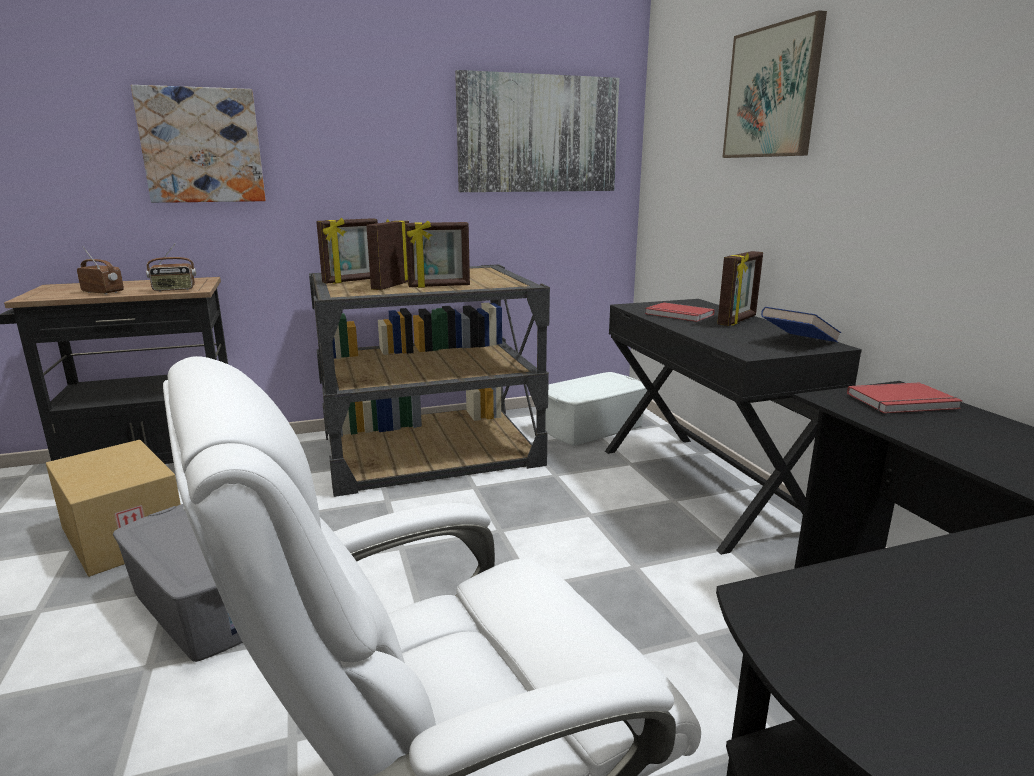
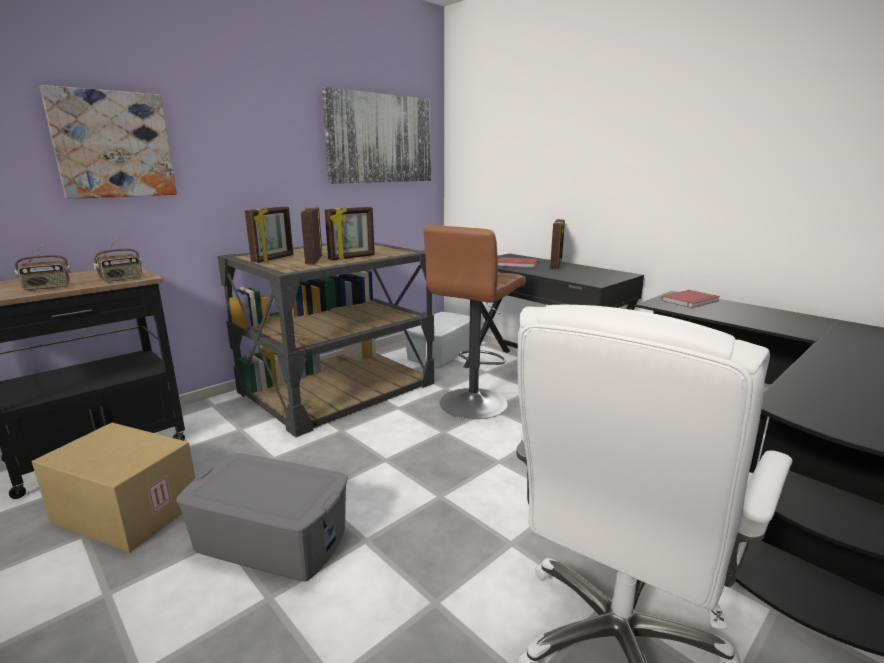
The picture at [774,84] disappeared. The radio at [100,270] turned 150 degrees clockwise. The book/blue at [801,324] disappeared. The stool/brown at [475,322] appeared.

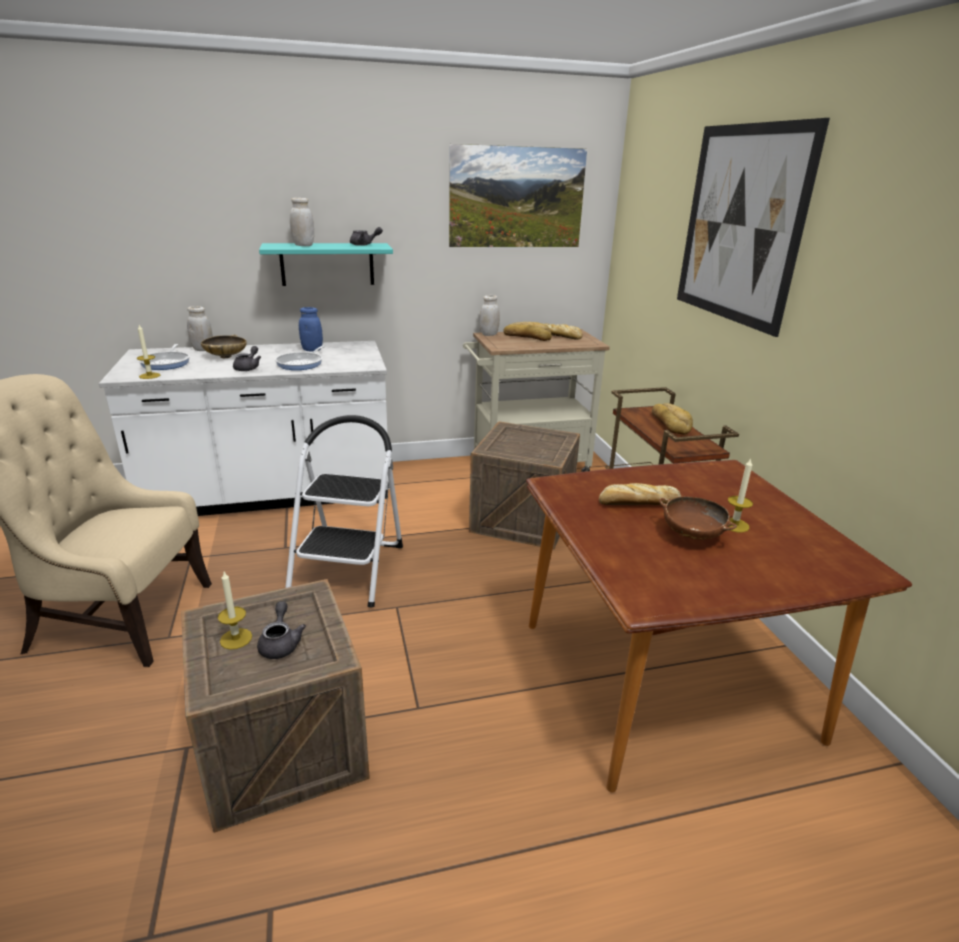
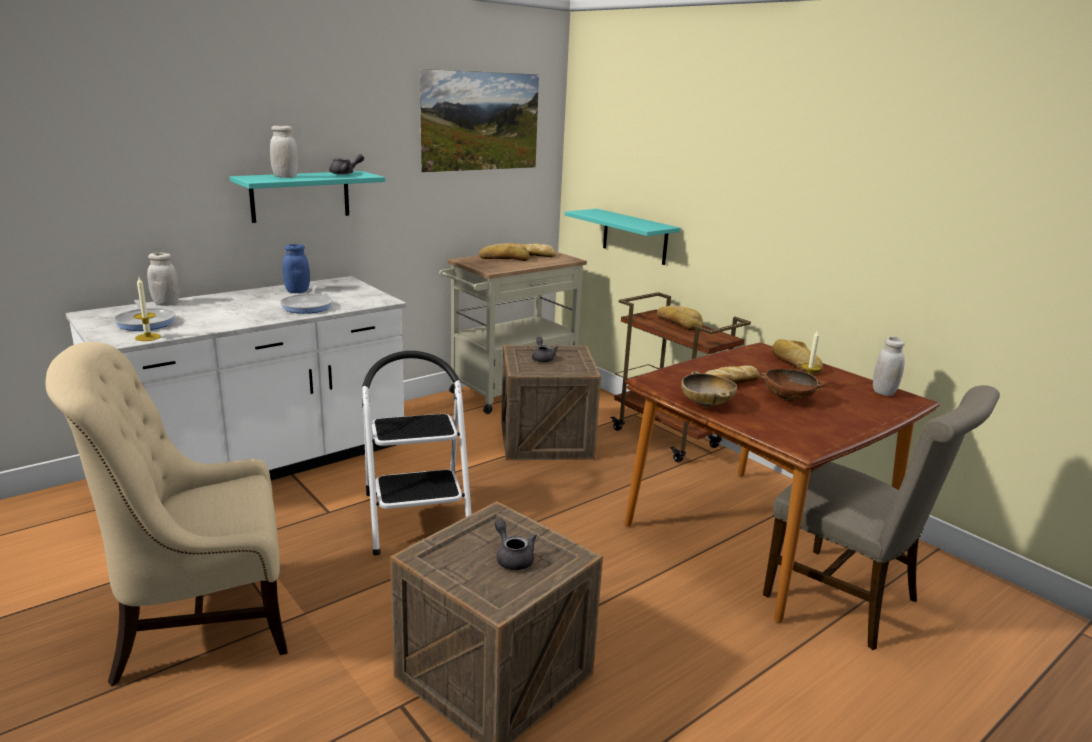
The picture at [753,227] disappeared. The jar/white moved from [490,315] to [889,366]. The bowl/beige moved from [224,346] to [709,389]. The teapot/grey moved from [247,358] to [545,349]. The candle at [235,611] disappeared. The shelf/turquoise at [622,237] appeared. The bread at [797,356] appeared. The chair/beige at [881,517] appeared.

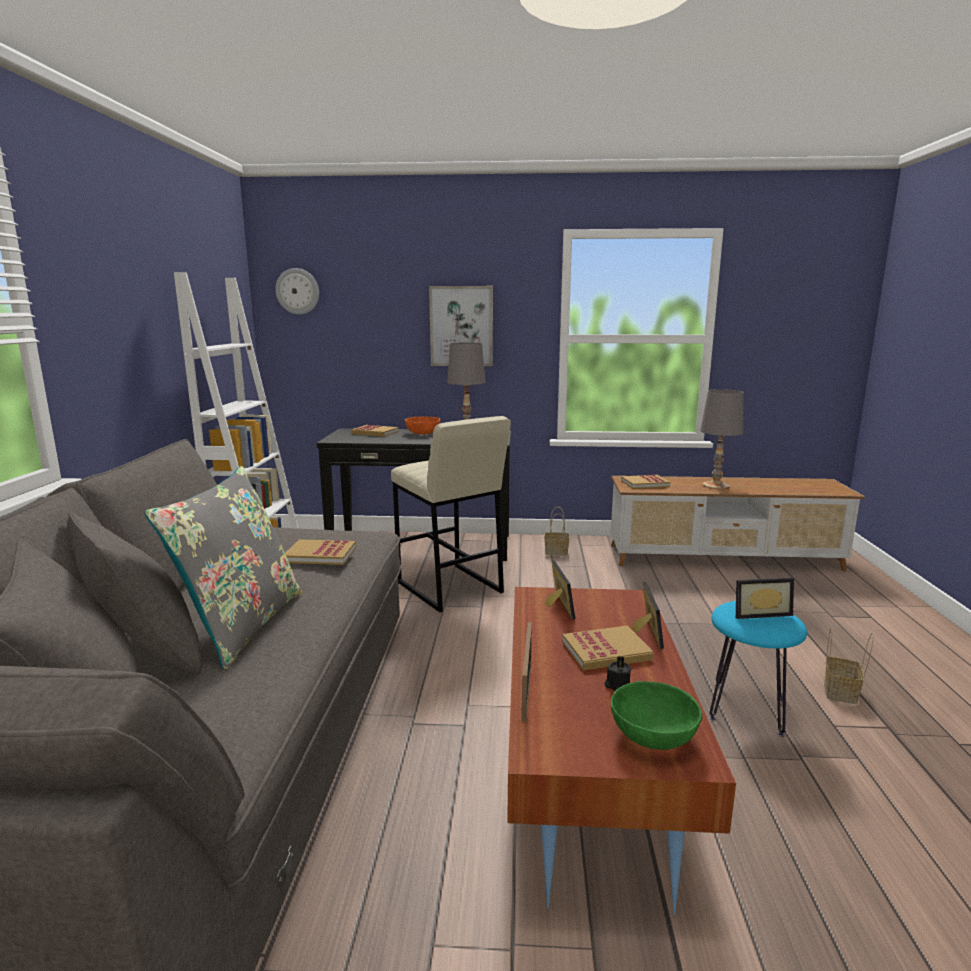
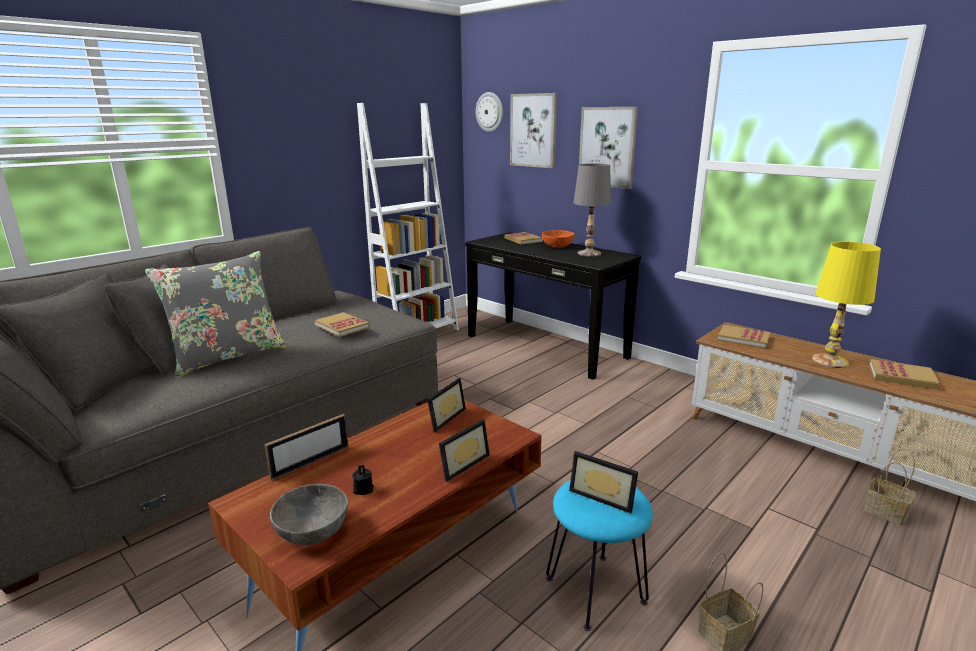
The table lamp/grey at [721,439] became the table lamp/yellow at [846,305]. The stool/beige at [451,514] disappeared. The basket moved from [557,531] to [890,486]. The book moved from [608,647] to [905,374]. The bowl/green at [656,715] became the bowl/grey at [309,514]. The picture at [533,130] appeared.

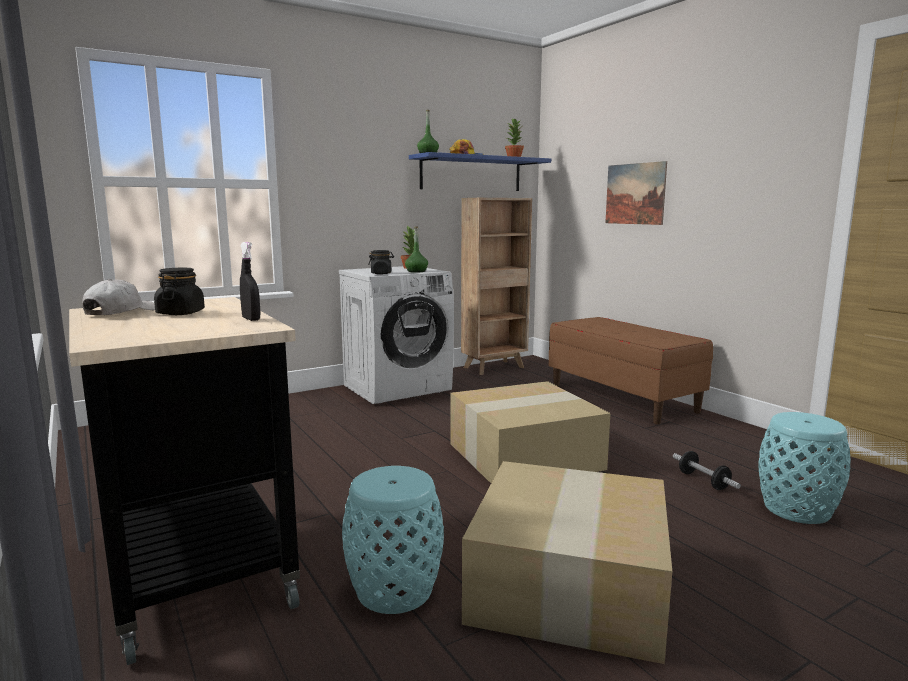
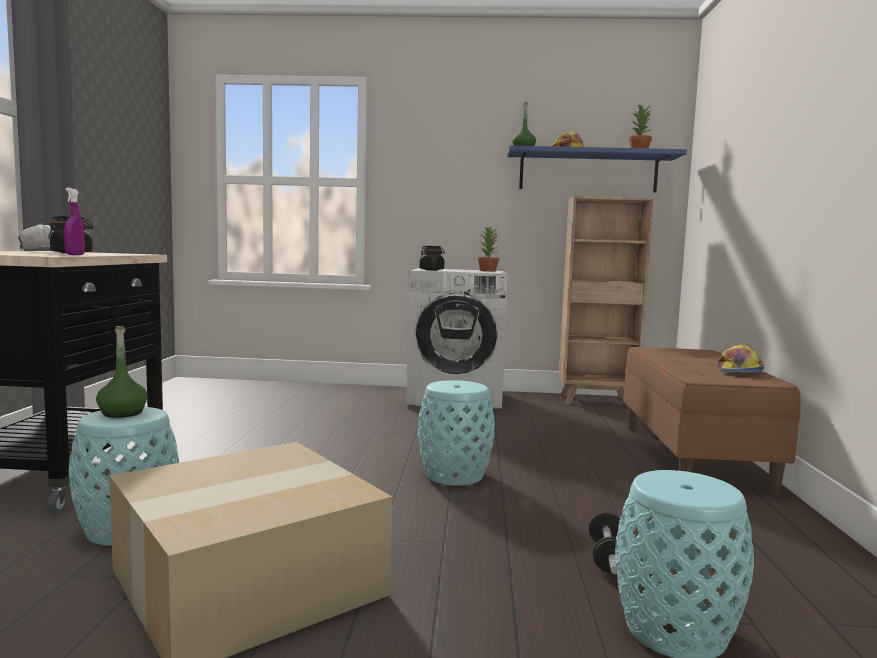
The picture at [636,193] disappeared. The bottle/green moved from [416,249] to [122,372]. The spray bottle/black at [250,281] became the spray bottle/purple at [74,221]. The cardboard box at [530,432] was replaced by the stool/turquoise at [456,433]. The cap at [741,359] appeared.

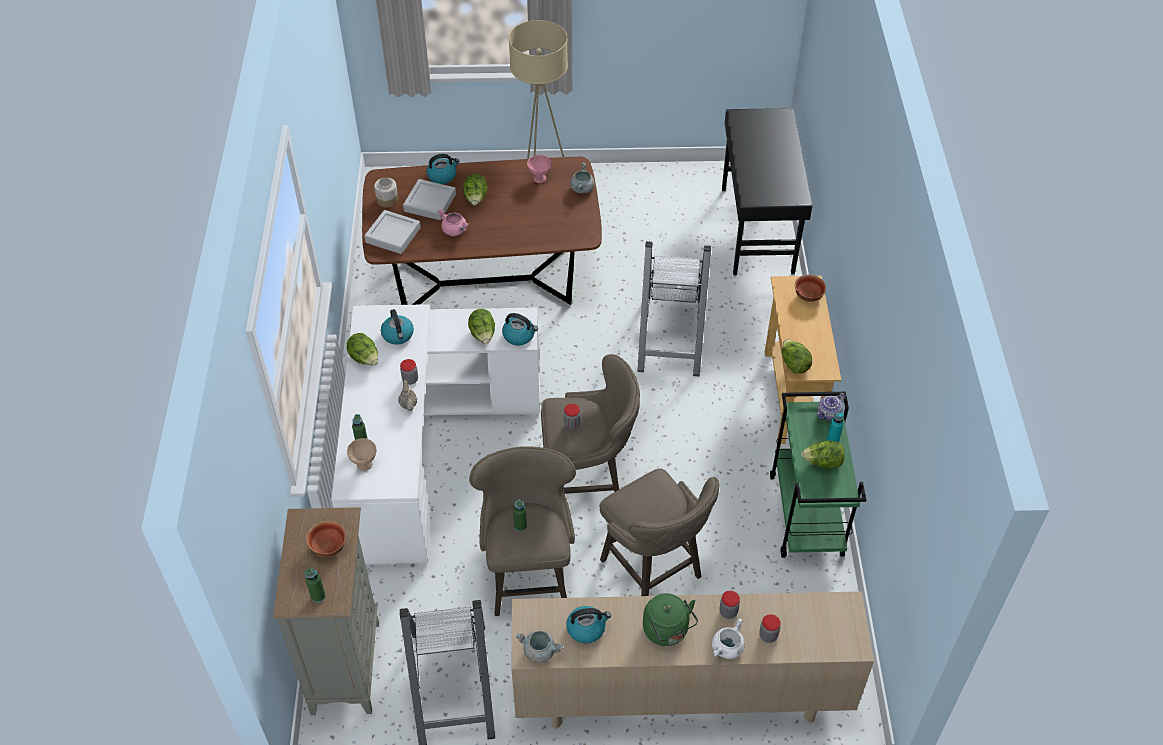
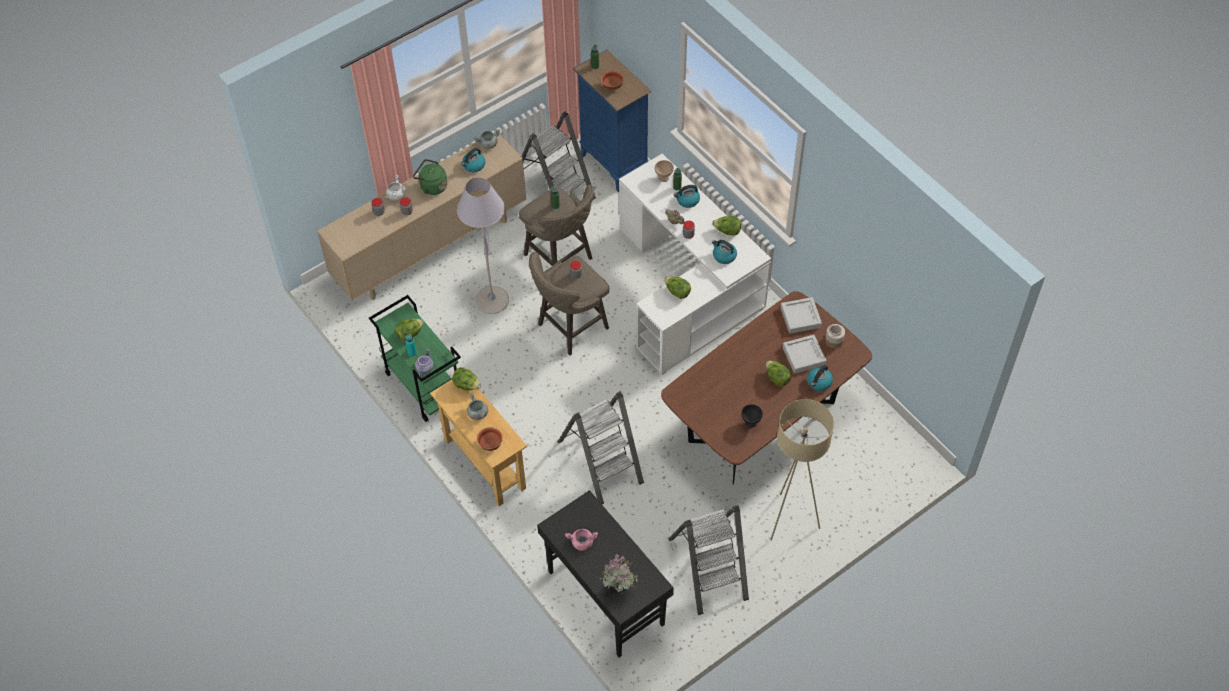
The bowl/pink at [539,169] became the bowl/black at [752,416]. The cooking pot/grey moved from [582,177] to [477,406]. The cooking pot/pink moved from [453,222] to [581,540]. The kettle moved from [520,329] to [687,196]. The stool/beige at [660,532] was replaced by the floor lamp/grey at [483,245]. The dresser/grey at [326,611] became the dresser/blue at [612,121]. The step ladder/grey at [708,560] appeared. The potted plant at [618,573] appeared.

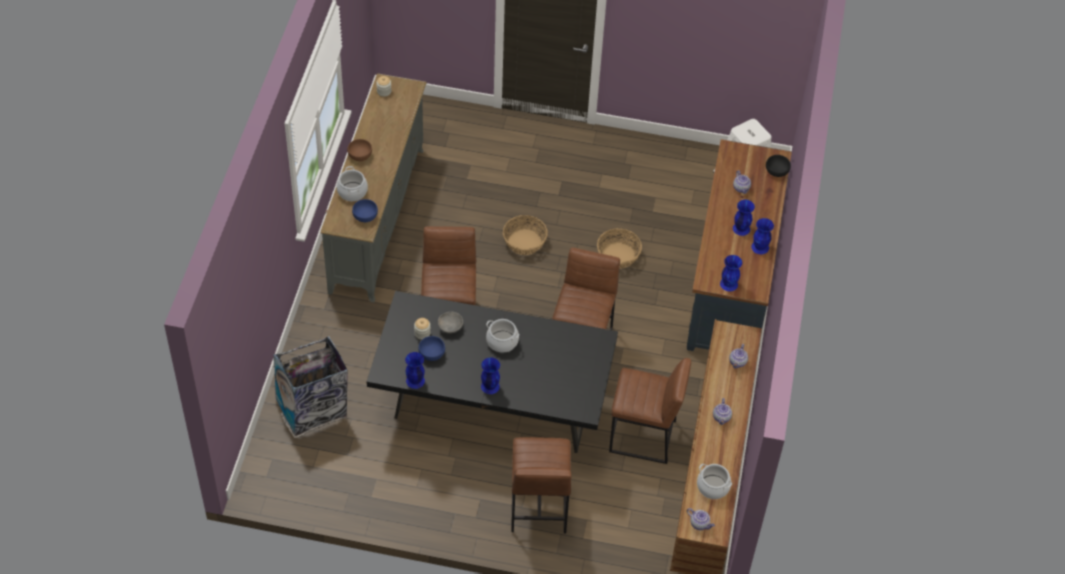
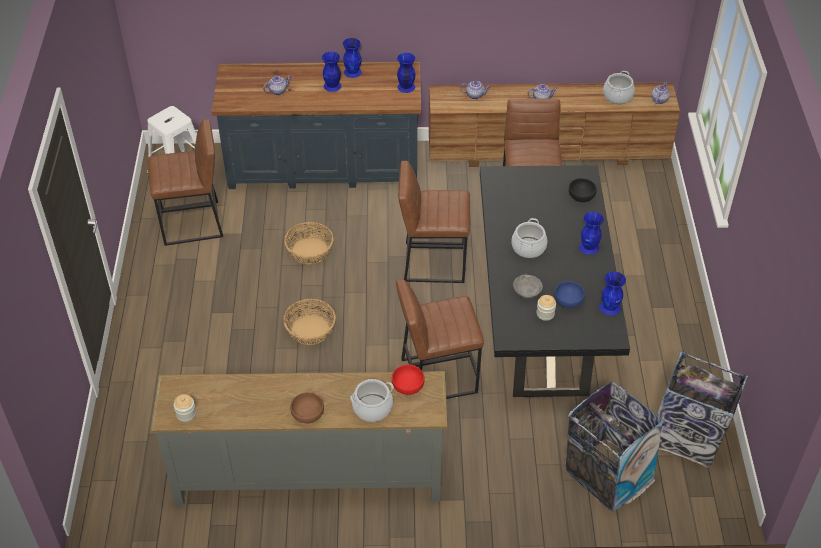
The bowl/black moved from [778,166] to [583,190]. The bowl/blue at [365,210] became the bowl/red at [408,379]. The chair/brown moved from [541,485] to [185,182]. The trash can at [702,409] appeared.

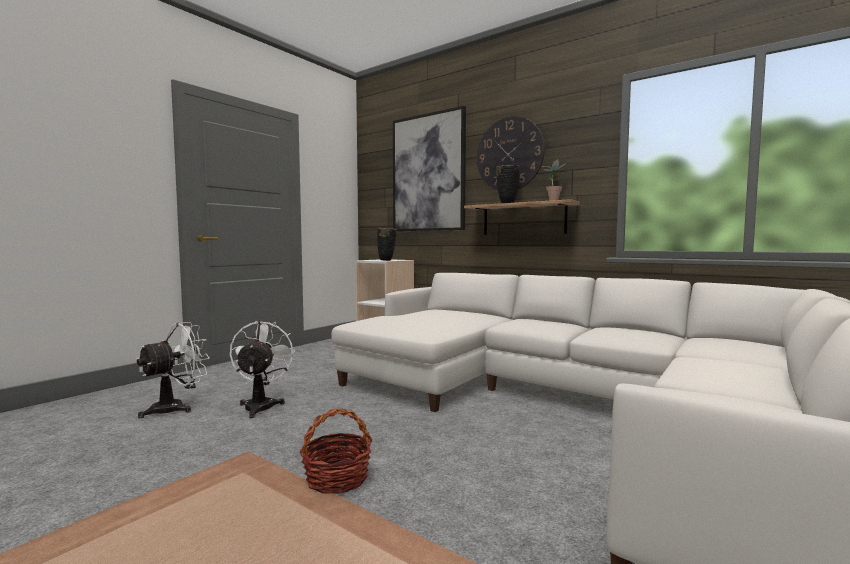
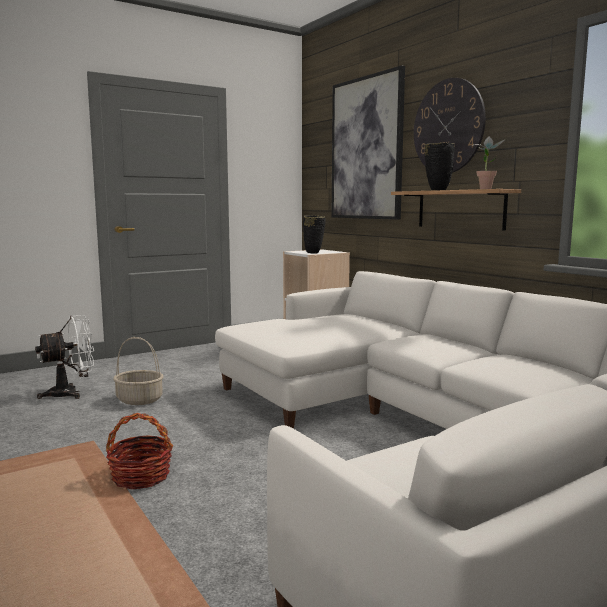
The fan/white at [263,369] was replaced by the basket at [138,371].

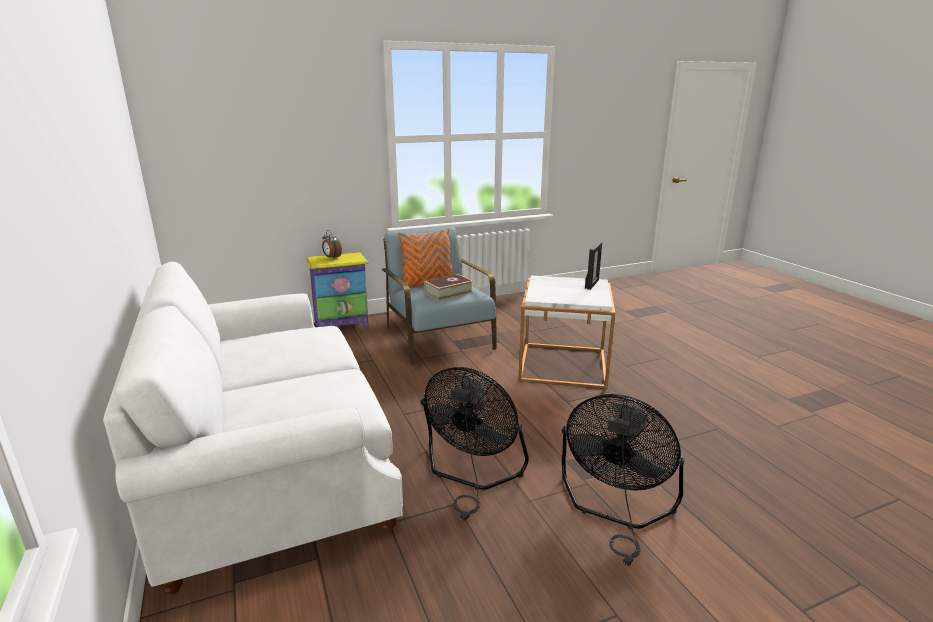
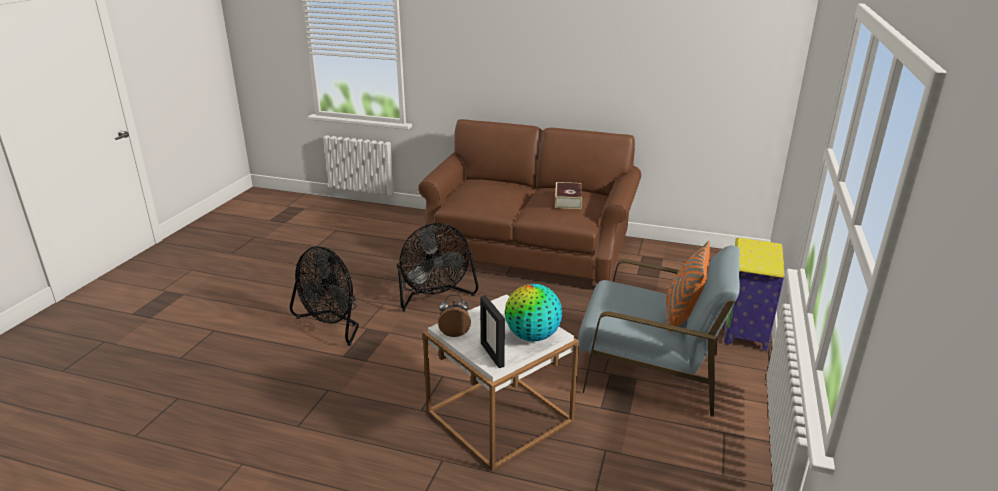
The alarm clock moved from [332,244] to [454,316]. The sofa/white at [253,428] became the sofa/brown at [529,201]. The book moved from [448,287] to [568,195]. The fan/black at [623,480] turned 60 degrees clockwise. The globe at [533,312] appeared.

